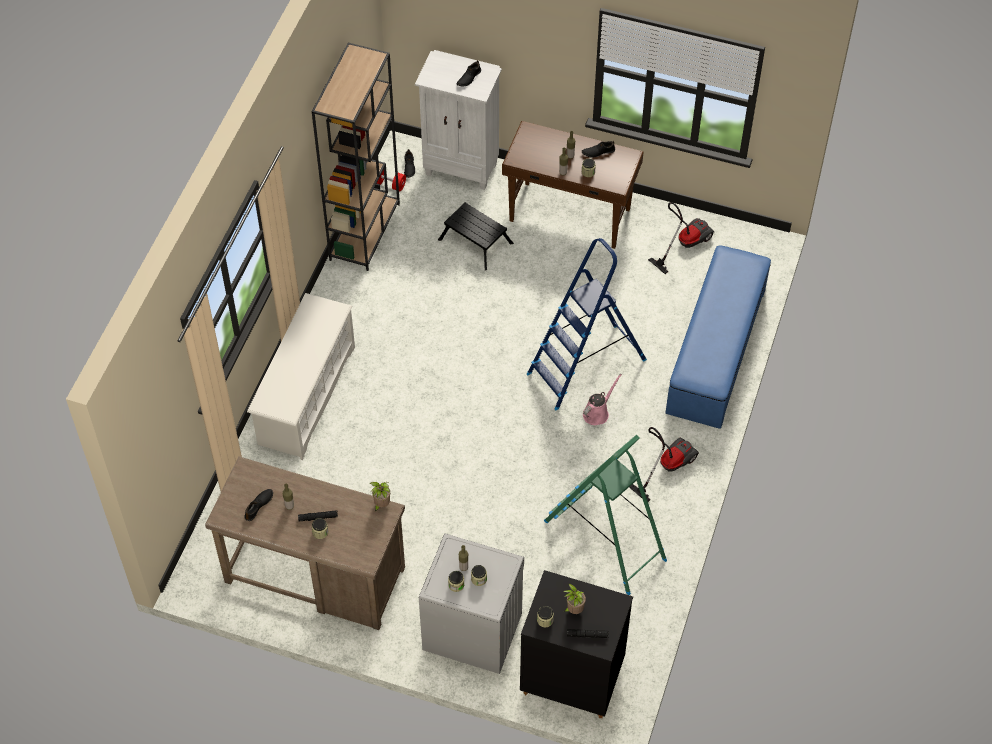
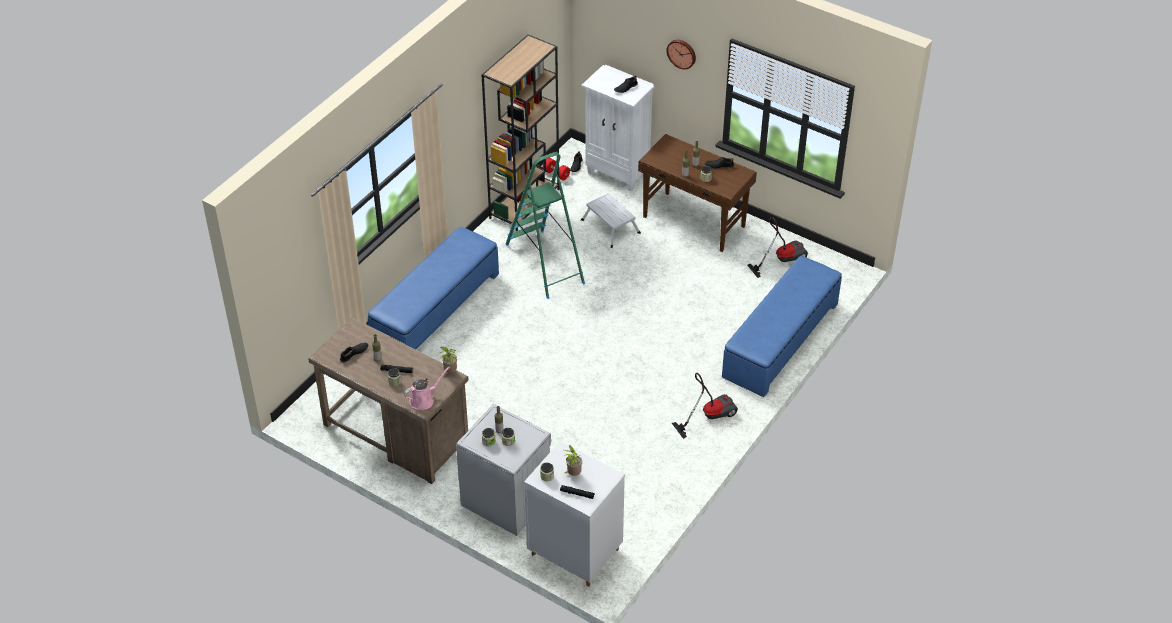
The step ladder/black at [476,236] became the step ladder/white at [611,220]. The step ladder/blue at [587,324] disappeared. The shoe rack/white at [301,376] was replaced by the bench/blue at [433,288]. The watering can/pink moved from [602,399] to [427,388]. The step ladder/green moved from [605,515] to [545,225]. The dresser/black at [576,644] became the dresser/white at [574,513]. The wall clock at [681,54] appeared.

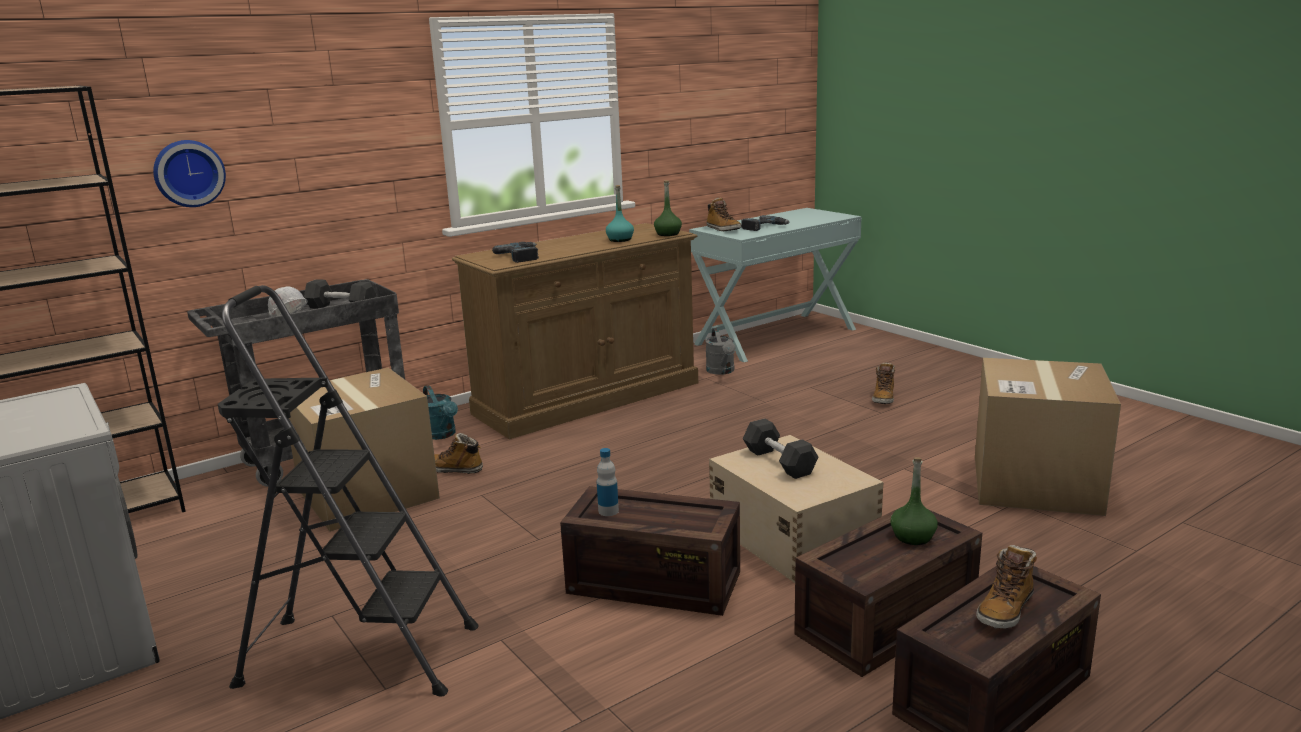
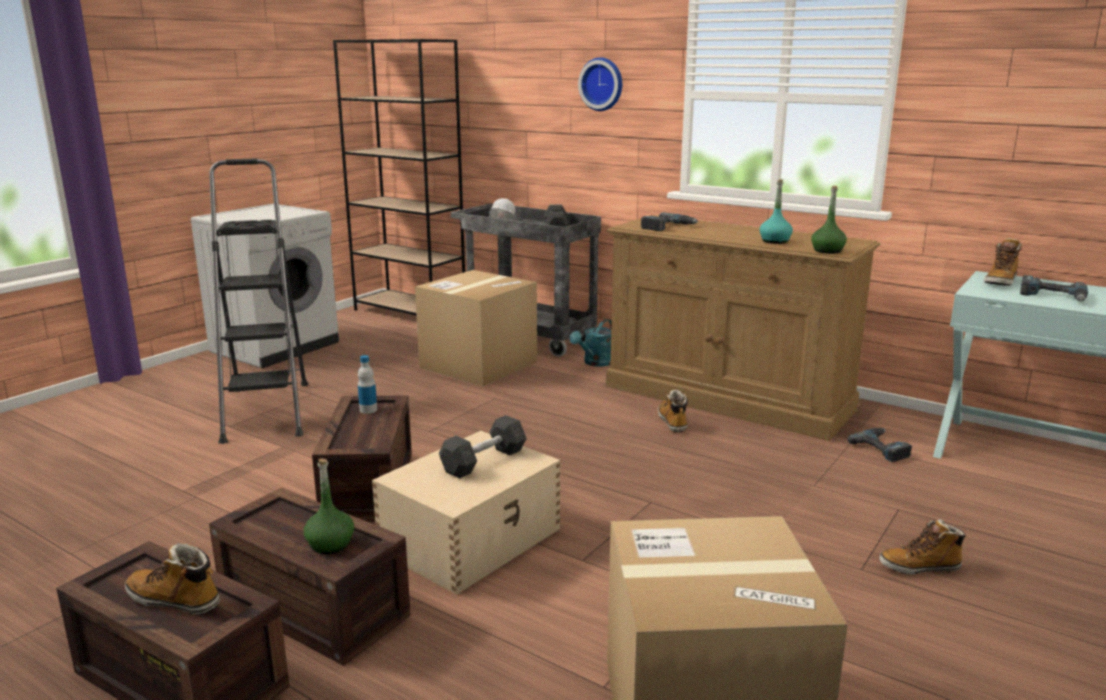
The wall clock moved from [189,173] to [600,84]. The watering can/grey at [721,351] was replaced by the power drill at [879,445]. The boot moved from [458,453] to [672,411].

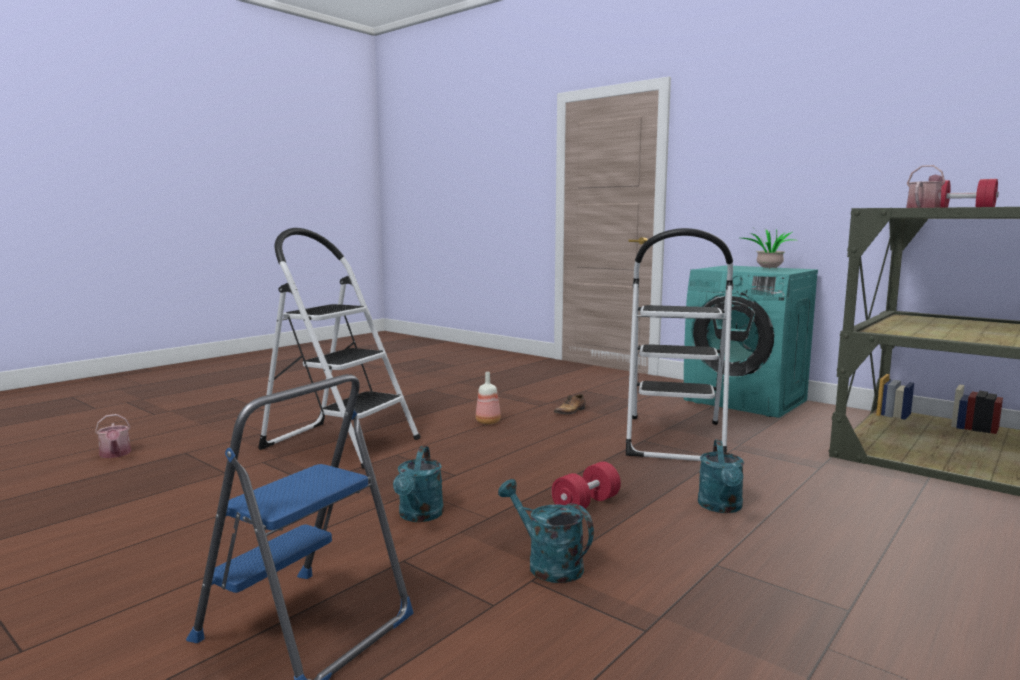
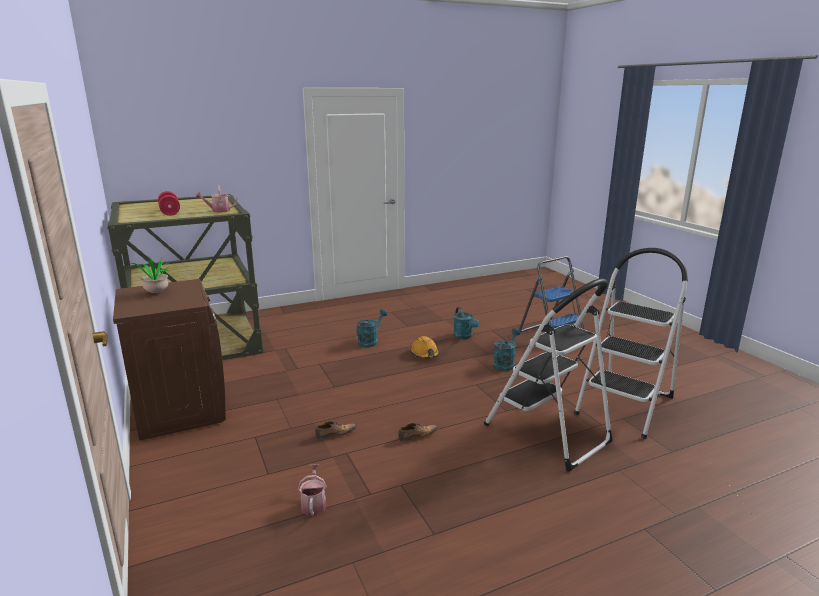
The step ladder moved from [679,344] to [631,343]. The washing machine/turquoise at [751,341] became the washing machine/brown at [169,360]. The bottle at [488,398] was replaced by the shoe at [418,432]. The watering can moved from [113,436] to [312,490]. The dumbbell/red at [586,485] was replaced by the hard hat/orange at [425,347].

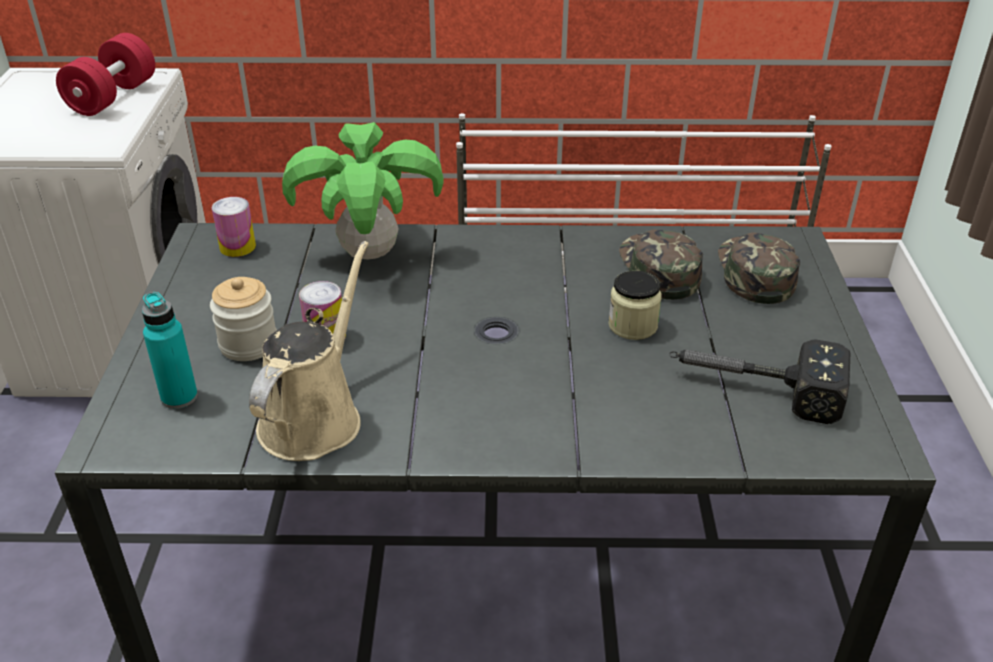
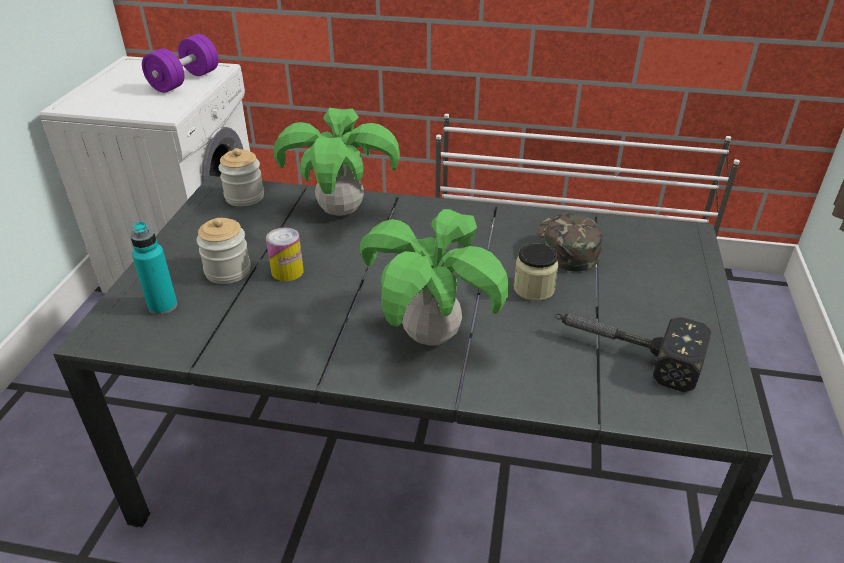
The dumbbell/red at [105,74] became the dumbbell/purple at [180,63]. The can at [234,227] was replaced by the jar at [241,177]. The cap/green at [759,268] disappeared. The watering can/beige at [309,351] disappeared. The potted plant at [434,277] appeared.

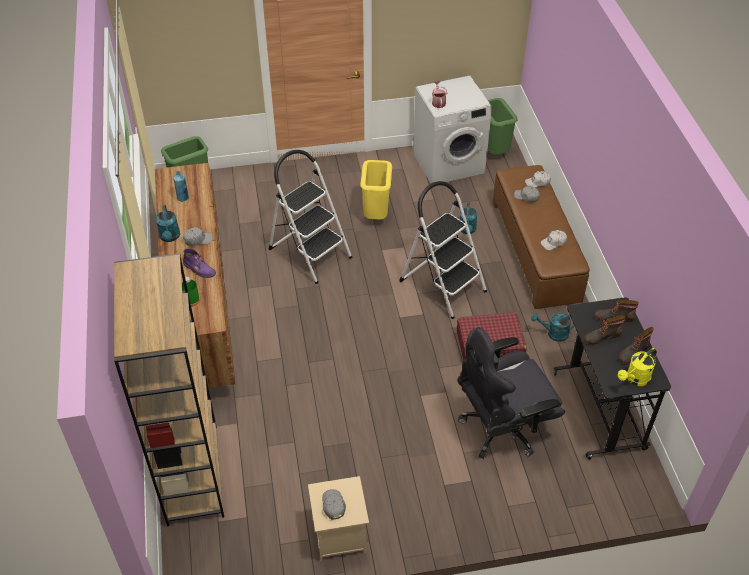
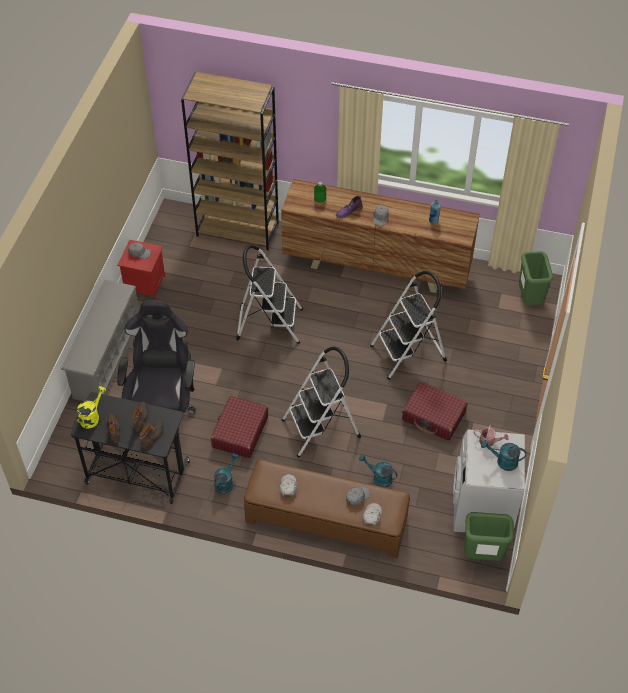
The trash can/yellow at [376,189] was replaced by the suitcase/red at [435,411]. The watering can/turquoise moved from [168,223] to [503,455]. The watering can/yellow at [637,367] turned 45 degrees clockwise. The nightstand/beige at [338,518] became the nightstand/red at [141,270]. The step ladder at [269,294] appeared. The shoe rack/grey at [100,340] appeared.

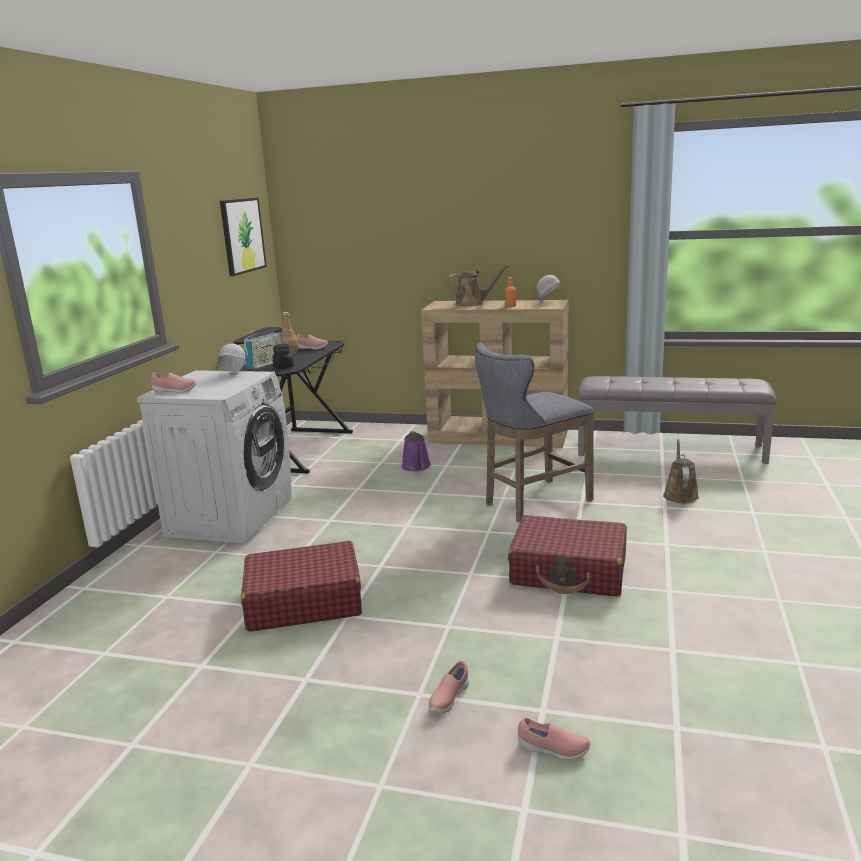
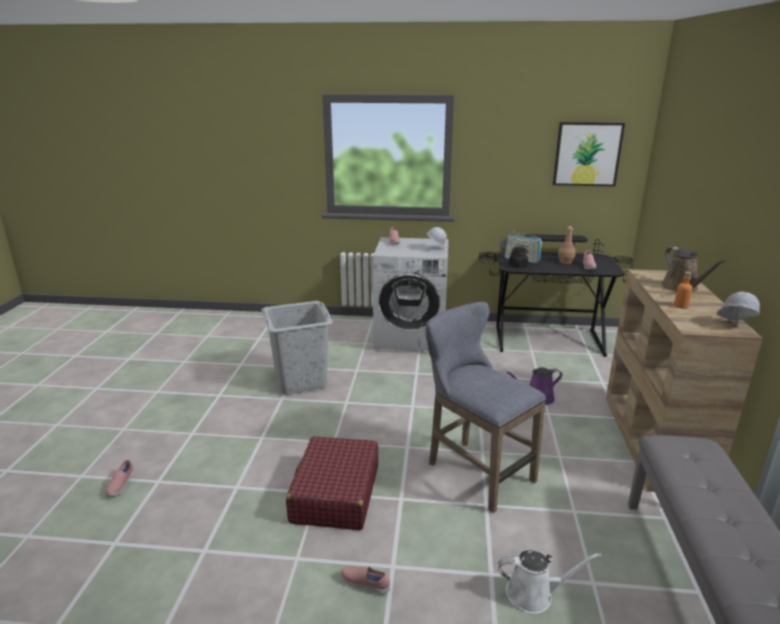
The watering can/brown at [681,471] became the watering can/white at [549,582]. The suitcase/red at [301,586] was replaced by the laundry basket/grey at [297,348]. The shoe/pink moved from [449,687] to [365,580].

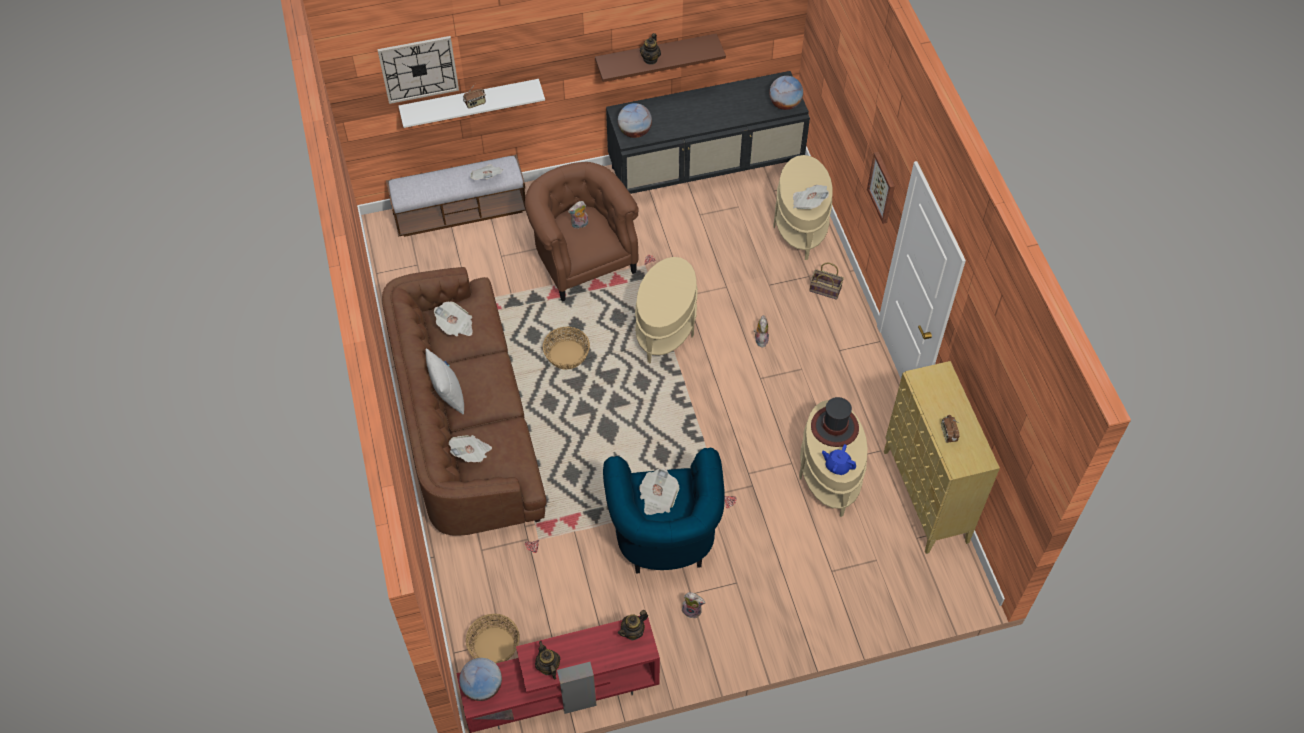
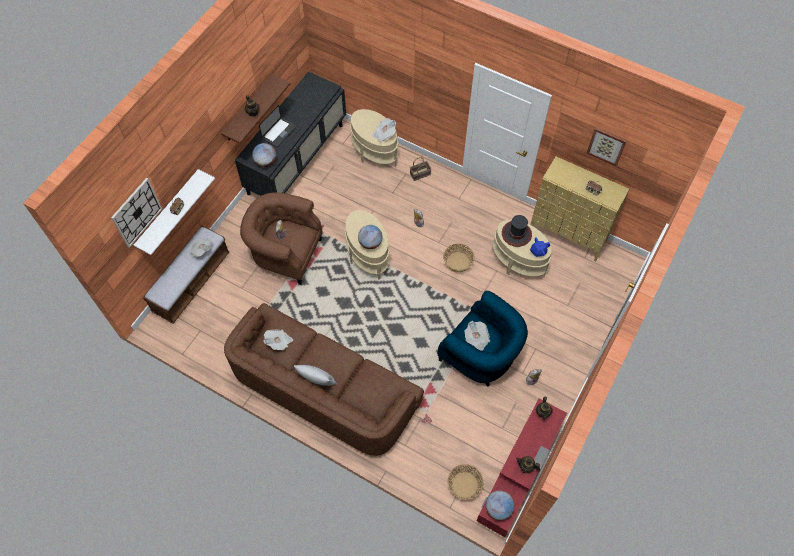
The globe moved from [786,93] to [370,237]. The picture moved from [881,188] to [606,146]. The basket moved from [566,348] to [459,258]. The newspaper at [470,448] disappeared. The laptop at [277,126] appeared.

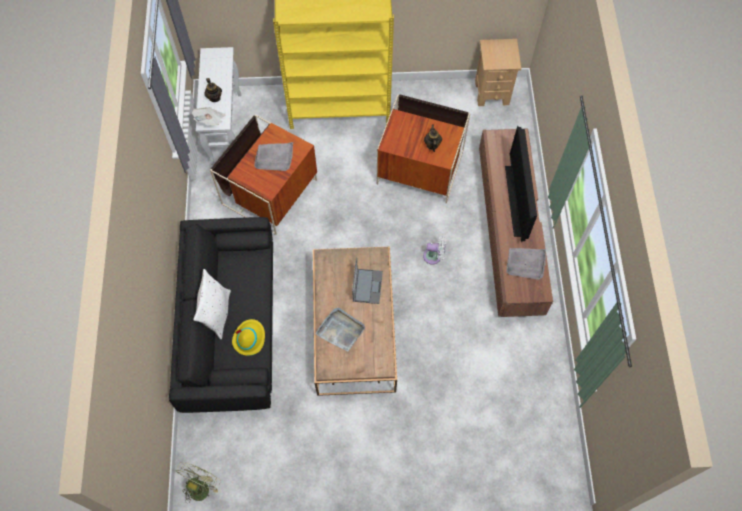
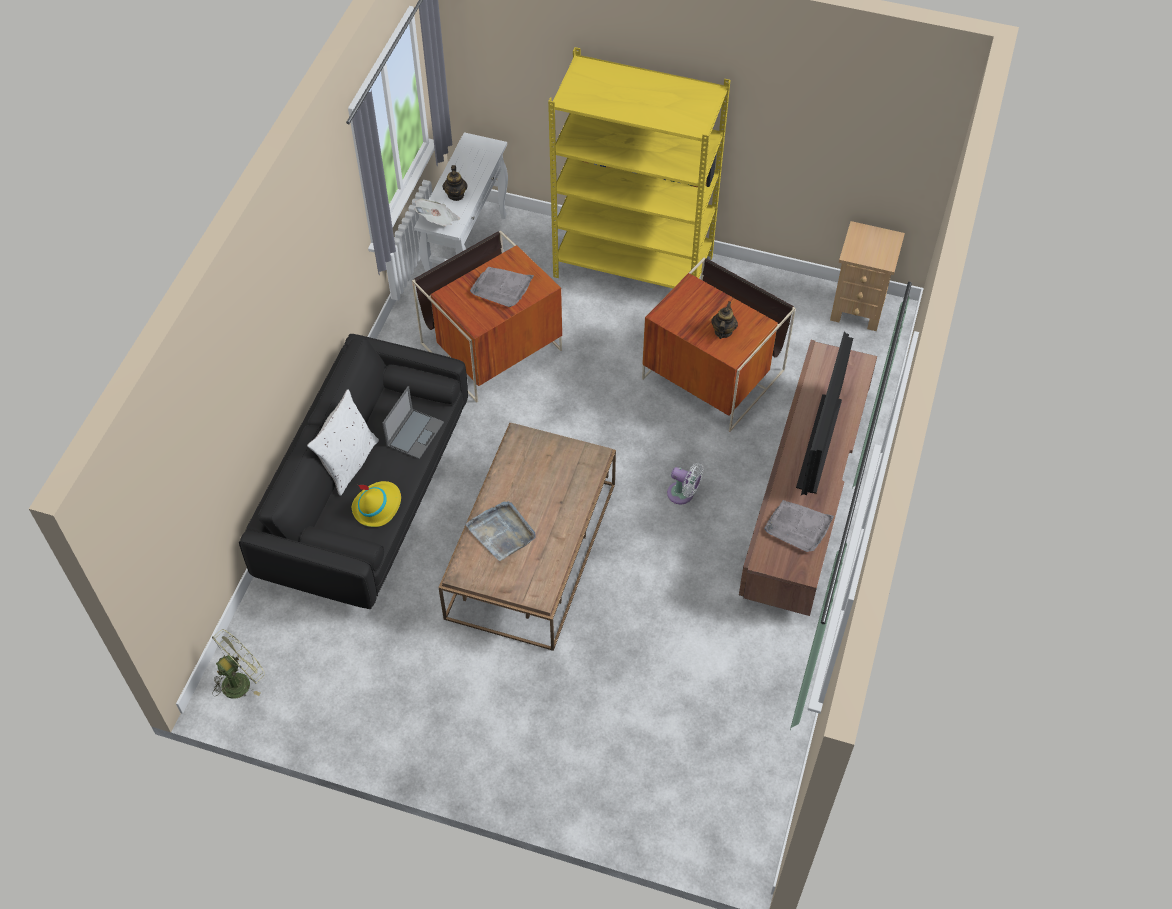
The laptop moved from [367,281] to [413,422].

